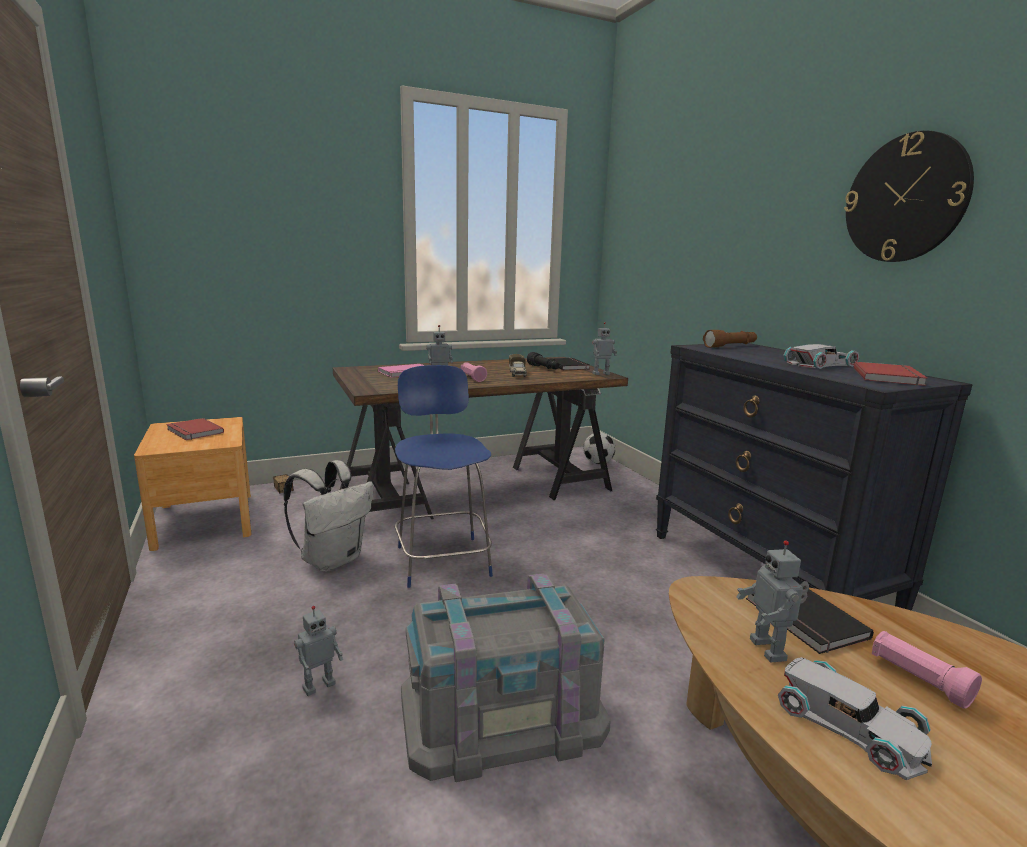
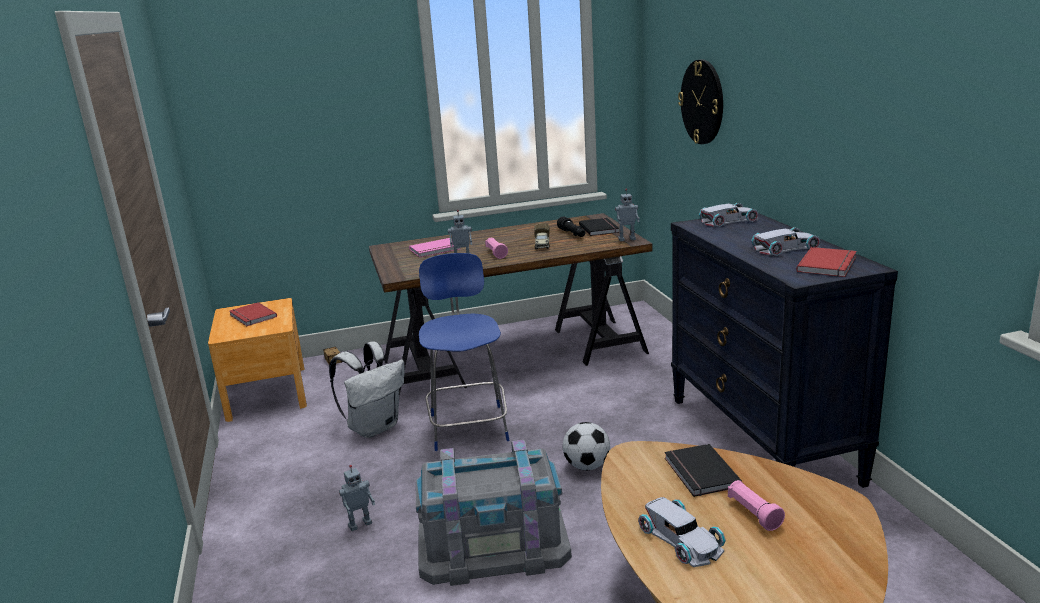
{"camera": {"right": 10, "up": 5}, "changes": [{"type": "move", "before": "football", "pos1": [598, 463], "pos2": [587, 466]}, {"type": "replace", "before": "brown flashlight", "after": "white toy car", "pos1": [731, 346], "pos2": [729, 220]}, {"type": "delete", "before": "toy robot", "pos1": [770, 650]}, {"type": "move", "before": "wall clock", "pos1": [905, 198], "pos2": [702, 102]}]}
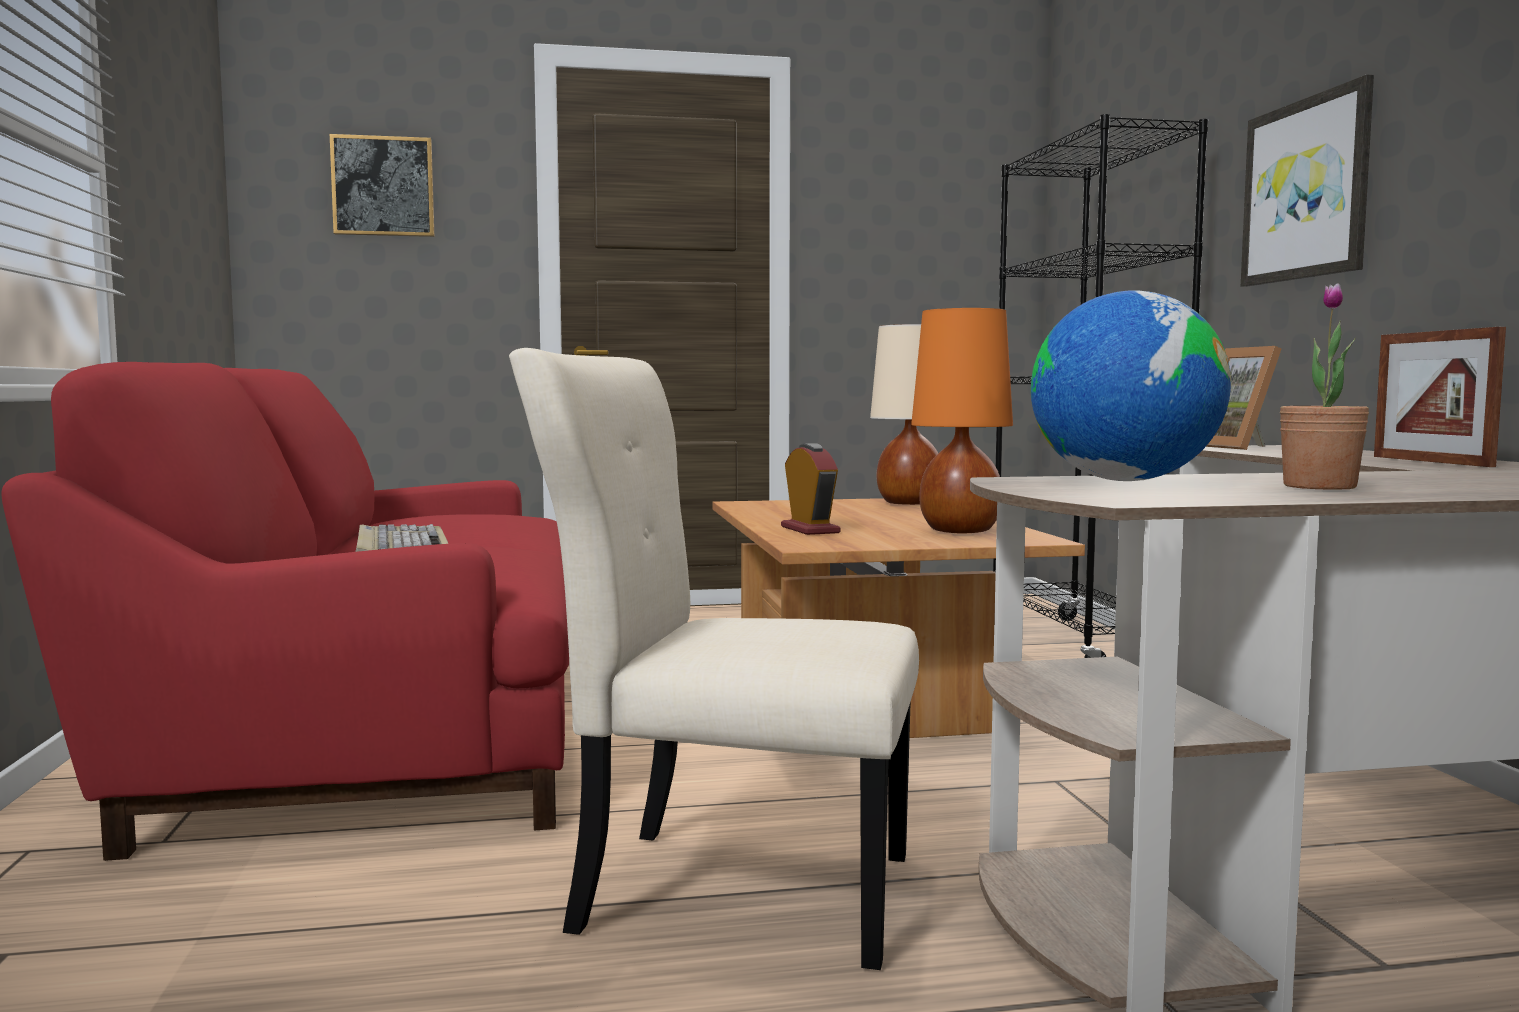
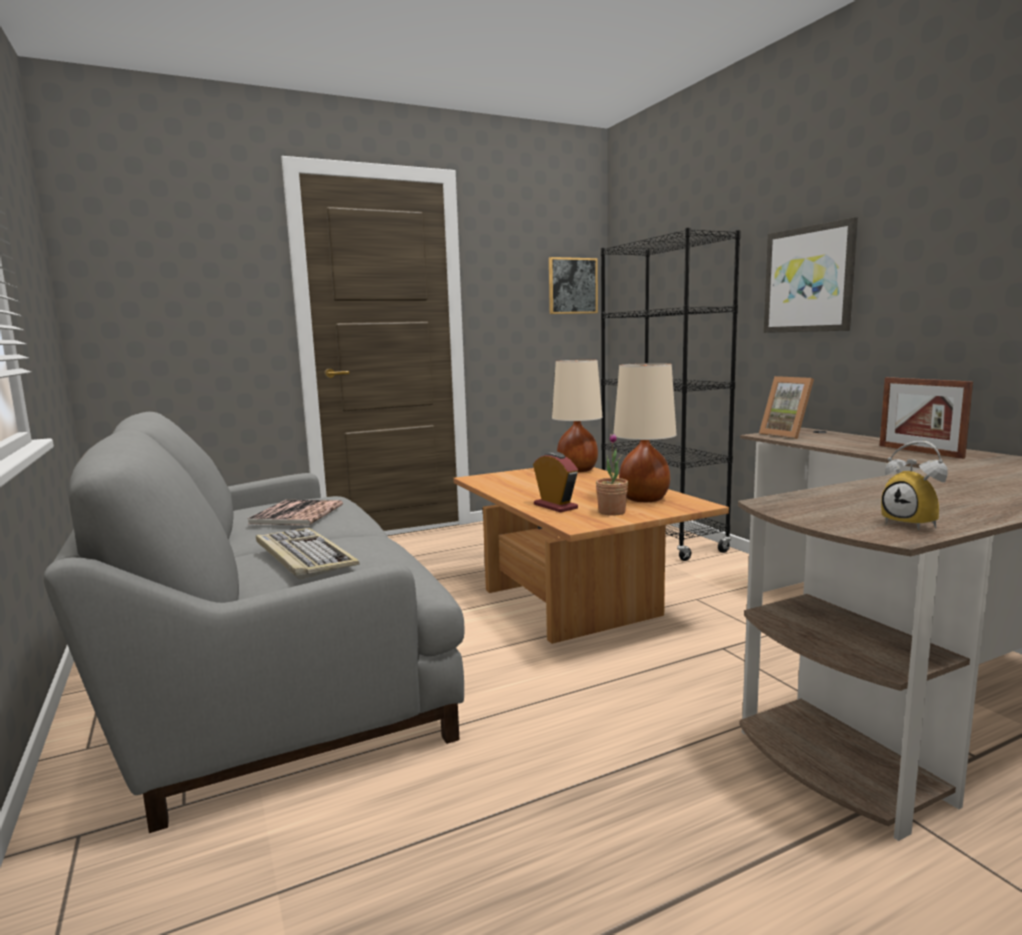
{"camera": {"right": -15, "up": 5}, "changes": [{"type": "recolor", "before": "red sofa", "after": "grey sofa", "pos1": [381, 724], "pos2": [272, 665]}, {"type": "move", "before": "picture", "pos1": [383, 186], "pos2": [572, 286]}, {"type": "delete", "before": "beige chair", "pos1": [731, 890]}, {"type": "recolor", "before": "orange table lamp", "after": "beige table lamp", "pos1": [960, 531], "pos2": [644, 499]}, {"type": "delete", "before": "globe", "pos1": [1124, 480]}, {"type": "move", "before": "potted plant", "pos1": [1319, 487], "pos2": [611, 512]}, {"type": "insert", "after": "book", "pos2": [297, 514]}, {"type": "insert", "after": "alarm clock", "pos2": [915, 524]}]}
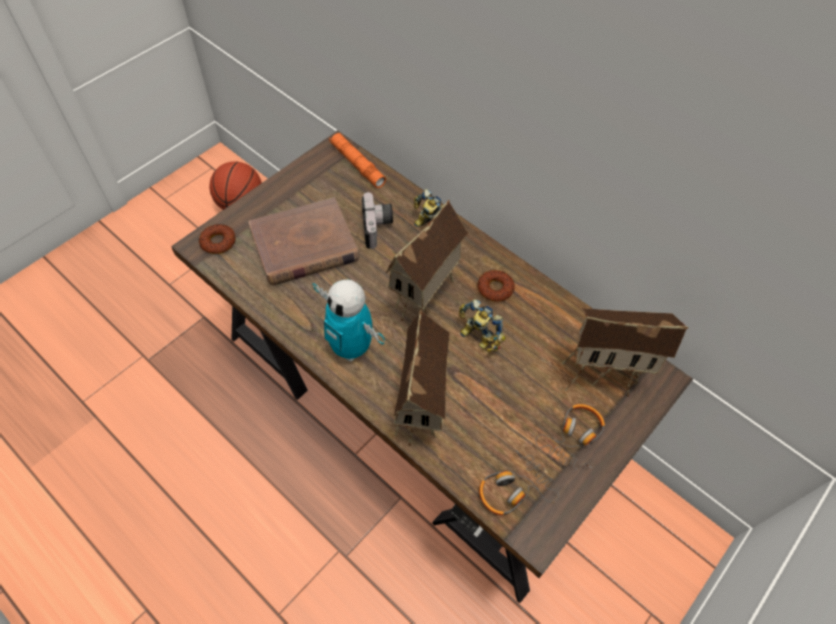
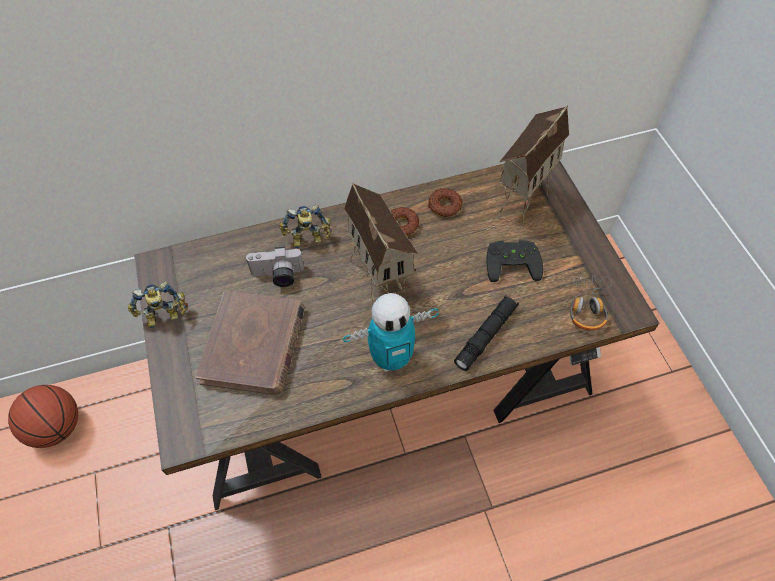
{"camera": {"right": -55, "up": 0}, "changes": [{"type": "move", "before": "donut", "pos1": [218, 242], "pos2": [445, 206]}, {"type": "delete", "before": "orange flashlight", "pos1": [357, 164]}, {"type": "rotate", "before": "photo camera", "pos1": [378, 227], "pos2": [277, 276], "turn": 150}, {"type": "replace", "before": "toy house", "after": "black flashlight", "pos1": [420, 412], "pos2": [486, 336]}, {"type": "move", "before": "toy robot", "pos1": [476, 338], "pos2": [164, 318]}, {"type": "delete", "before": "headphones", "pos1": [573, 438]}, {"type": "insert", "after": "black game controller", "pos2": [512, 261]}]}
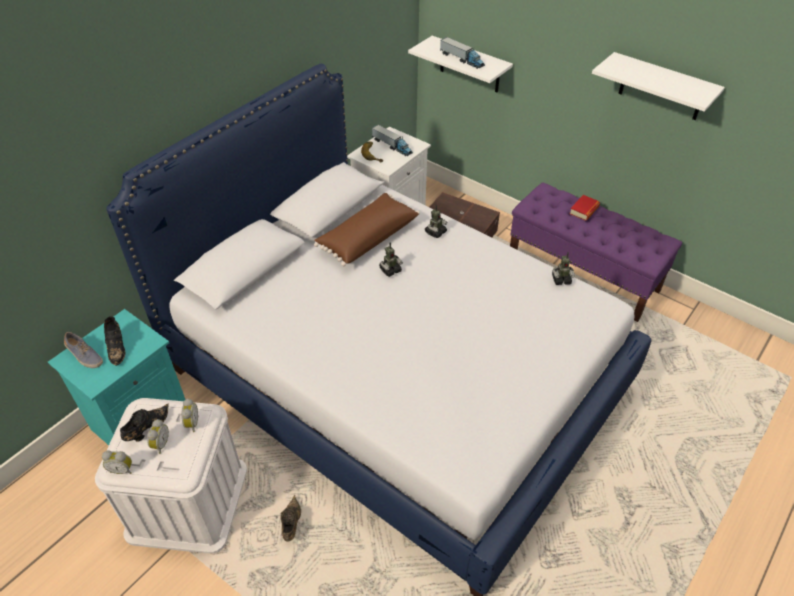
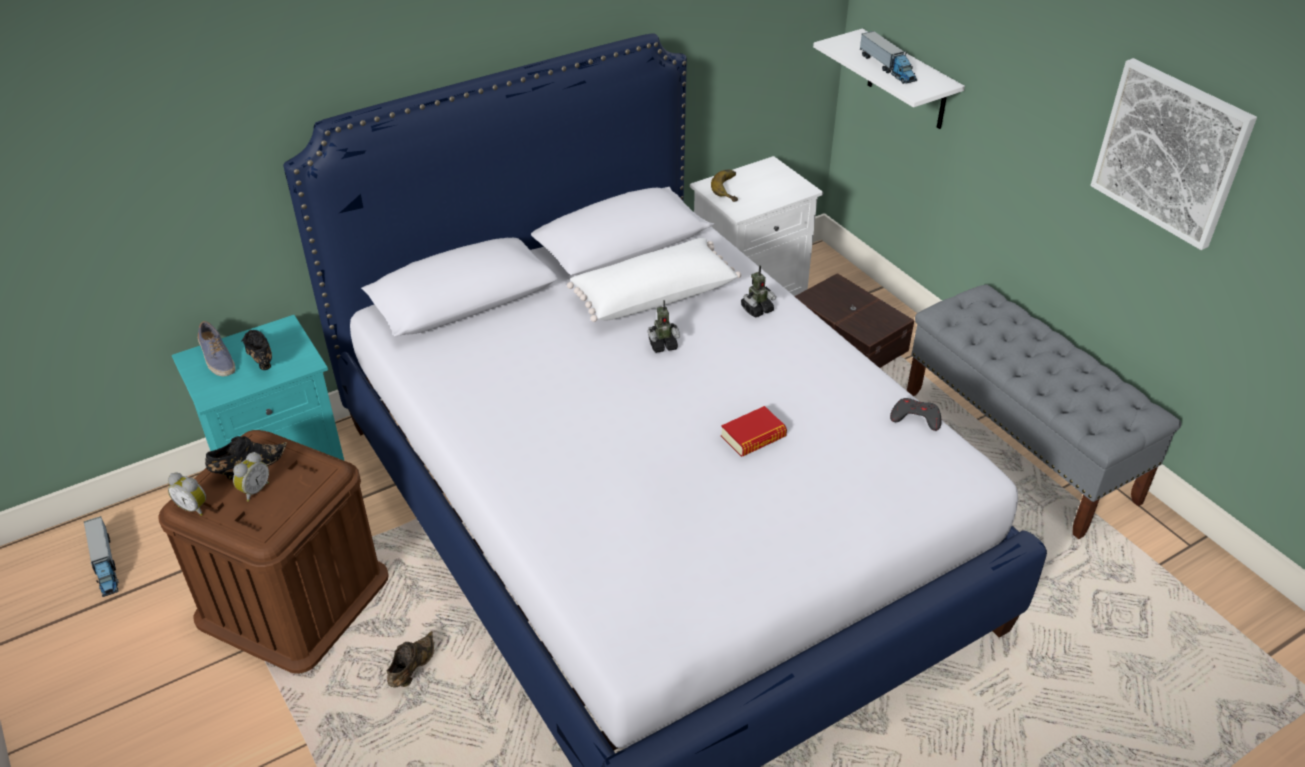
{"camera": {"right": 20, "up": -5}, "changes": [{"type": "recolor", "before": "white storage box", "after": "brown storage box", "pos1": [188, 501], "pos2": [293, 597]}, {"type": "rotate", "before": "black shoe", "pos1": [117, 347], "pos2": [261, 359], "turn": 150}, {"type": "delete", "before": "alarm clock", "pos1": [191, 423]}, {"type": "recolor", "before": "brown pillow", "after": "white pillow", "pos1": [367, 237], "pos2": [653, 295]}, {"type": "move", "before": "toy truck", "pos1": [392, 146], "pos2": [105, 564]}, {"type": "recolor", "before": "purple bench", "after": "grey bench", "pos1": [582, 274], "pos2": [1019, 447]}, {"type": "replace", "before": "toy robot", "after": "grey game controller", "pos1": [561, 279], "pos2": [915, 417]}, {"type": "move", "before": "book", "pos1": [584, 210], "pos2": [753, 437]}, {"type": "replace", "before": "white shelf", "after": "picture", "pos1": [661, 87], "pos2": [1170, 152]}]}
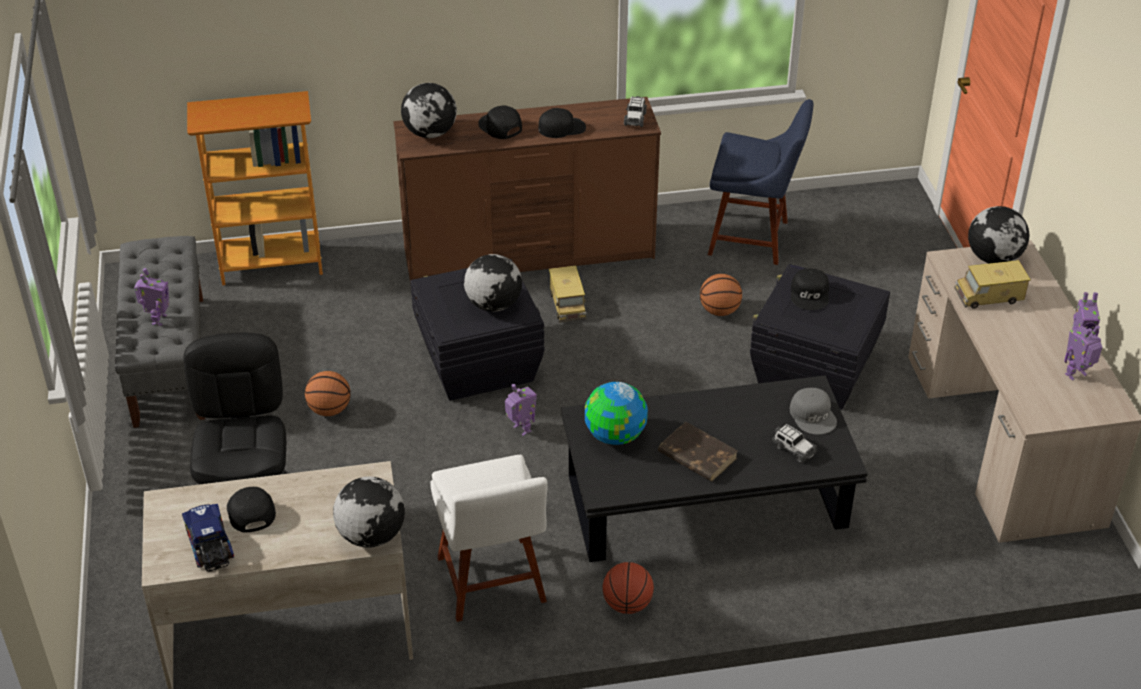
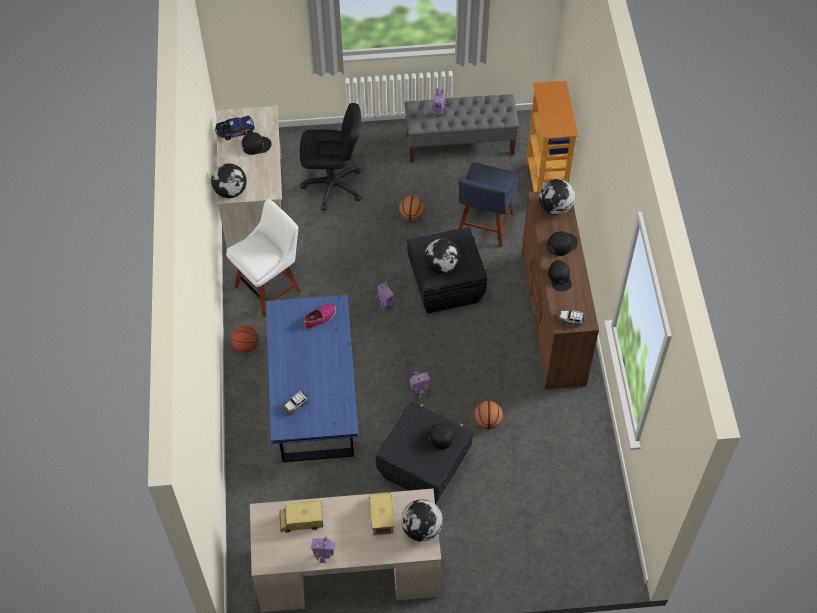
{"camera": {"right": 95, "up": 15}, "changes": [{"type": "rotate", "before": "white chair", "pos1": [492, 584], "pos2": [270, 287], "turn": 150}, {"type": "move", "before": "toy truck", "pos1": [567, 304], "pos2": [301, 521]}, {"type": "recolor", "before": "black coffee table", "after": "blue coffee table", "pos1": [707, 503], "pos2": [314, 392]}, {"type": "replace", "before": "globe", "after": "shoe", "pos1": [615, 436], "pos2": [319, 318]}, {"type": "delete", "before": "brown book", "pos1": [697, 455]}, {"type": "move", "before": "blue chair", "pos1": [753, 238], "pos2": [484, 227]}, {"type": "delete", "before": "grey cap", "pos1": [813, 415]}, {"type": "move", "before": "toy robot", "pos1": [1076, 375], "pos2": [419, 392]}]}
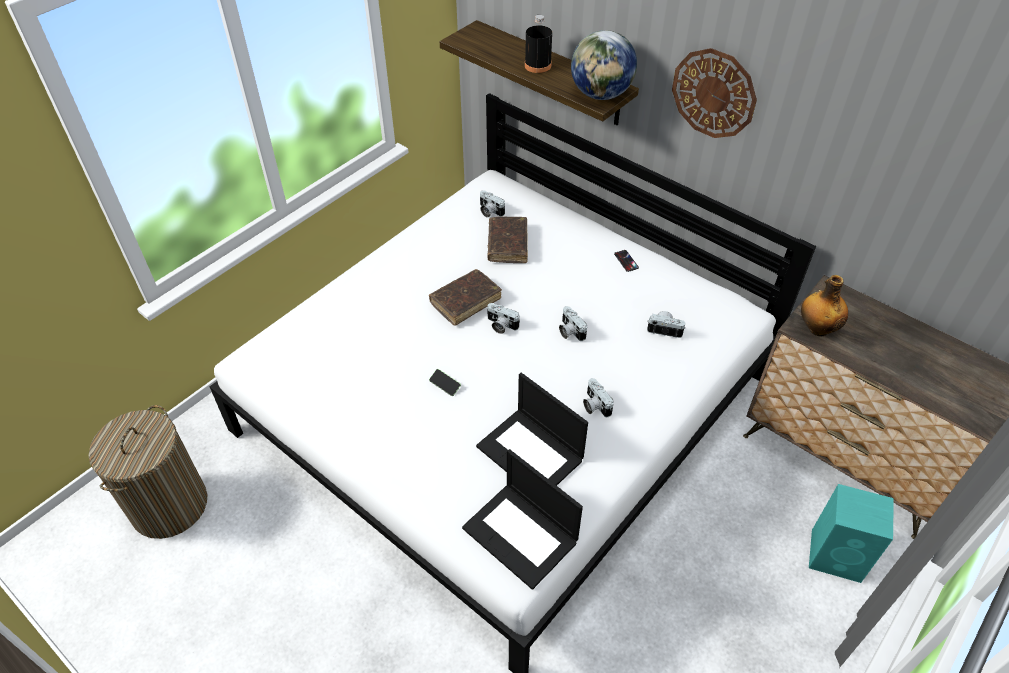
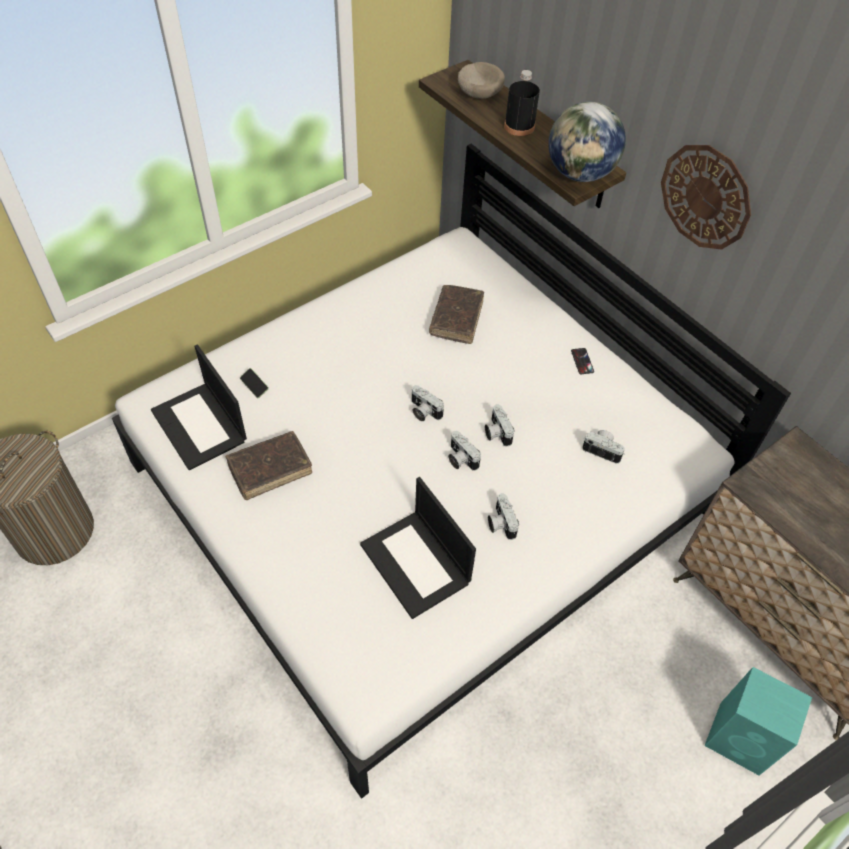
{"camera": {"right": 10, "up": 5}, "changes": [{"type": "move", "before": "brown book", "pos1": [465, 301], "pos2": [270, 469]}, {"type": "move", "before": "phone", "pos1": [445, 385], "pos2": [254, 386]}, {"type": "move", "before": "laptop", "pos1": [521, 535], "pos2": [200, 426]}, {"type": "move", "before": "photo camera", "pos1": [489, 211], "pos2": [460, 459]}, {"type": "delete", "before": "bottle", "pos1": [817, 328]}, {"type": "insert", "after": "beige bowl", "pos2": [479, 93]}]}
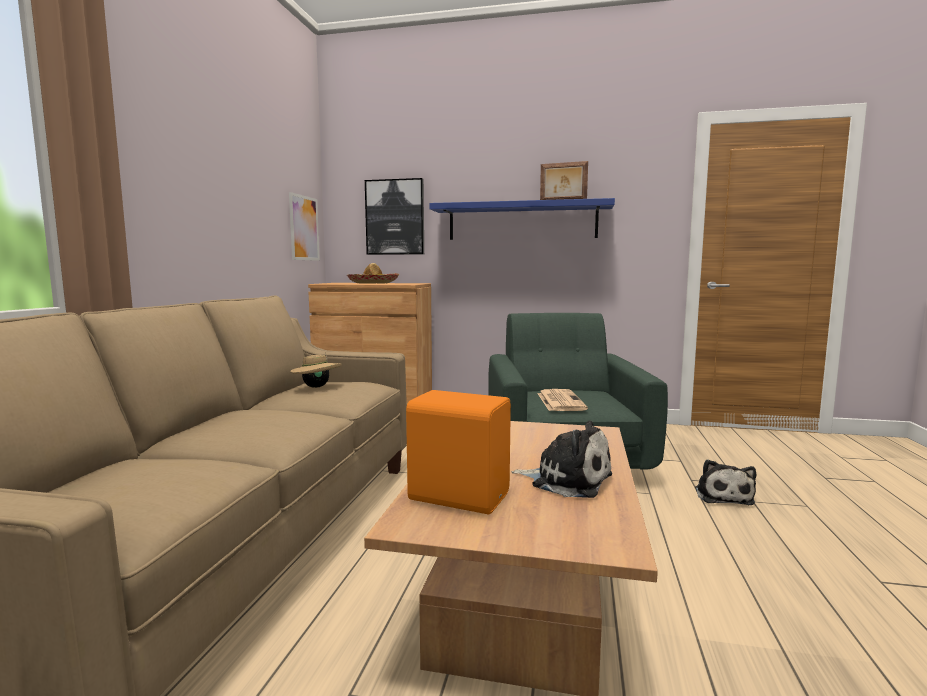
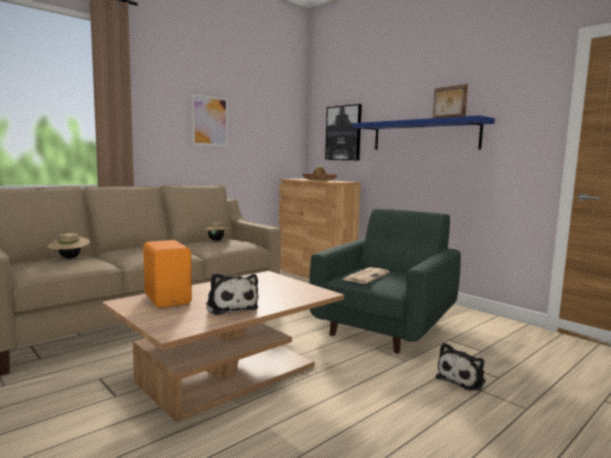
{"camera": {"right": 35, "up": 0}, "changes": [{"type": "move", "before": "picture", "pos1": [304, 228], "pos2": [209, 121]}, {"type": "insert", "after": "beige hat", "pos2": [69, 258]}]}
